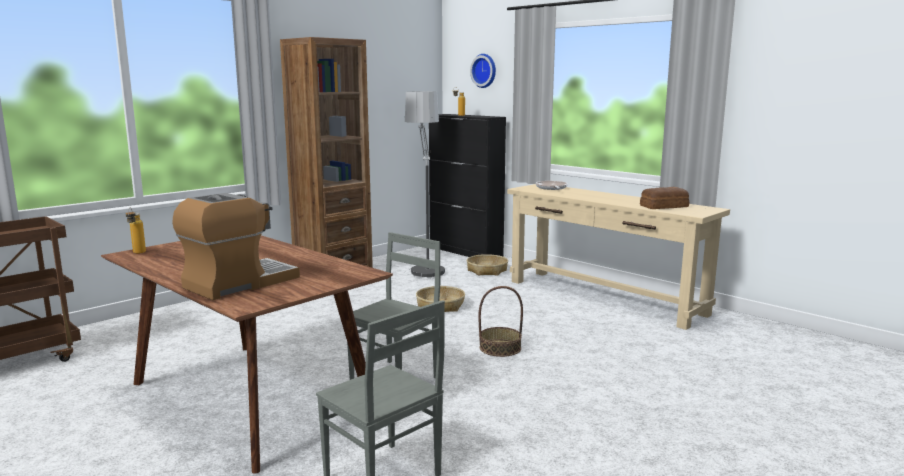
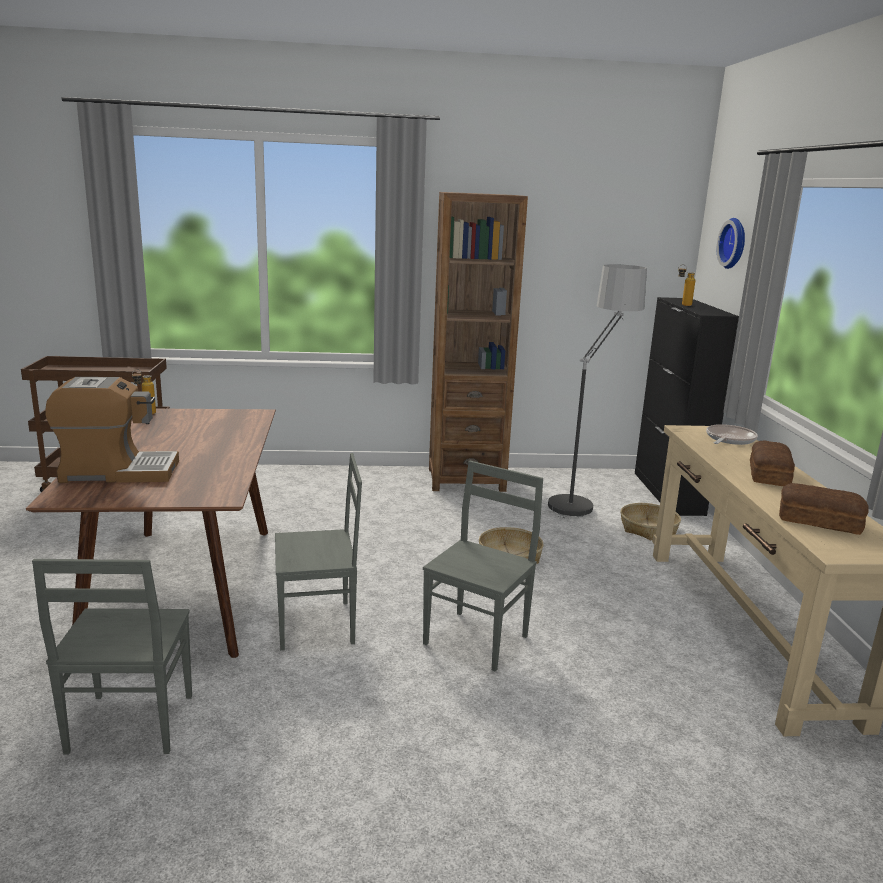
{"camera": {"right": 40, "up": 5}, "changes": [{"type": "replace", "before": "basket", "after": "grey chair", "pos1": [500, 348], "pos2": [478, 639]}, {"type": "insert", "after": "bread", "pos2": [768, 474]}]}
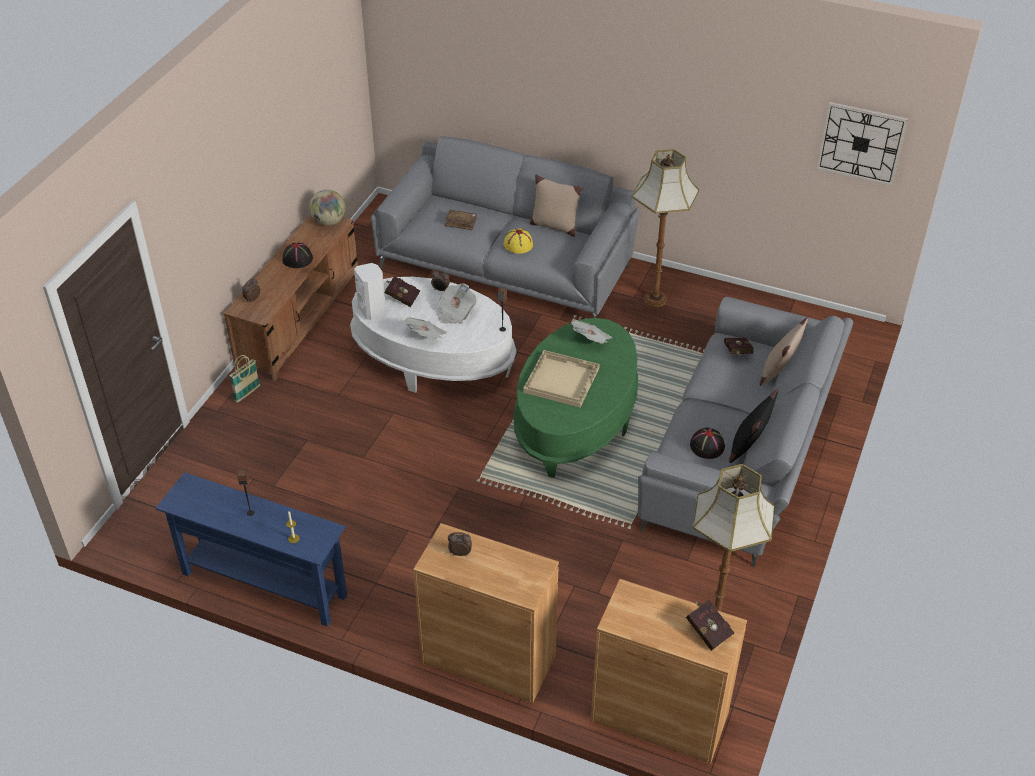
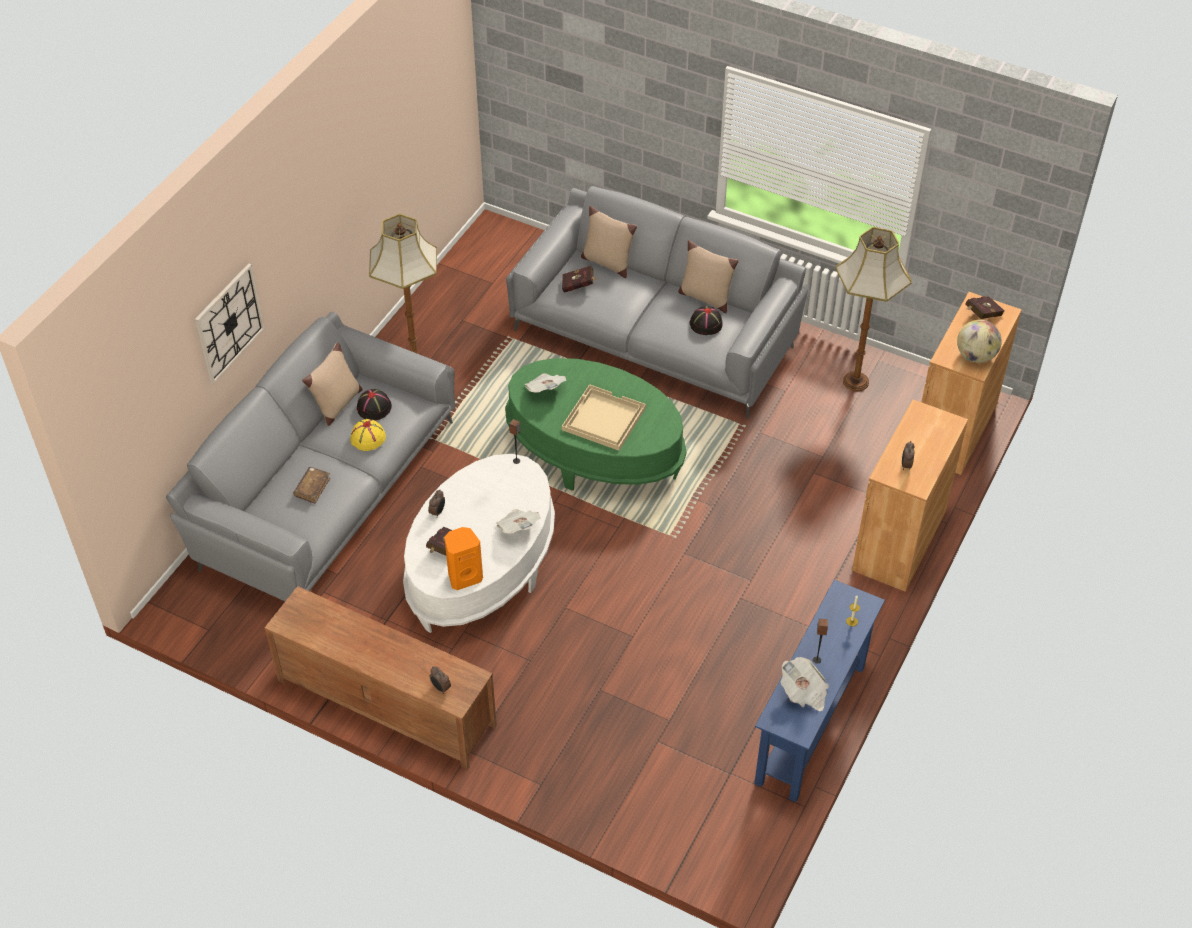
{"camera": {"right": -85, "up": 5}, "changes": [{"type": "delete", "before": "basket", "pos1": [247, 393]}, {"type": "move", "before": "black hat", "pos1": [298, 259], "pos2": [374, 407]}, {"type": "move", "before": "globe", "pos1": [329, 222], "pos2": [975, 356]}, {"type": "recolor", "before": "white speaker", "after": "orange speaker", "pos1": [373, 310], "pos2": [464, 577]}, {"type": "move", "before": "newspaper", "pos1": [455, 313], "pos2": [804, 692]}, {"type": "recolor", "before": "black pillow", "after": "beige pillow", "pos1": [749, 446], "pos2": [705, 297]}, {"type": "move", "before": "wall clock", "pos1": [861, 143], "pos2": [229, 323]}]}
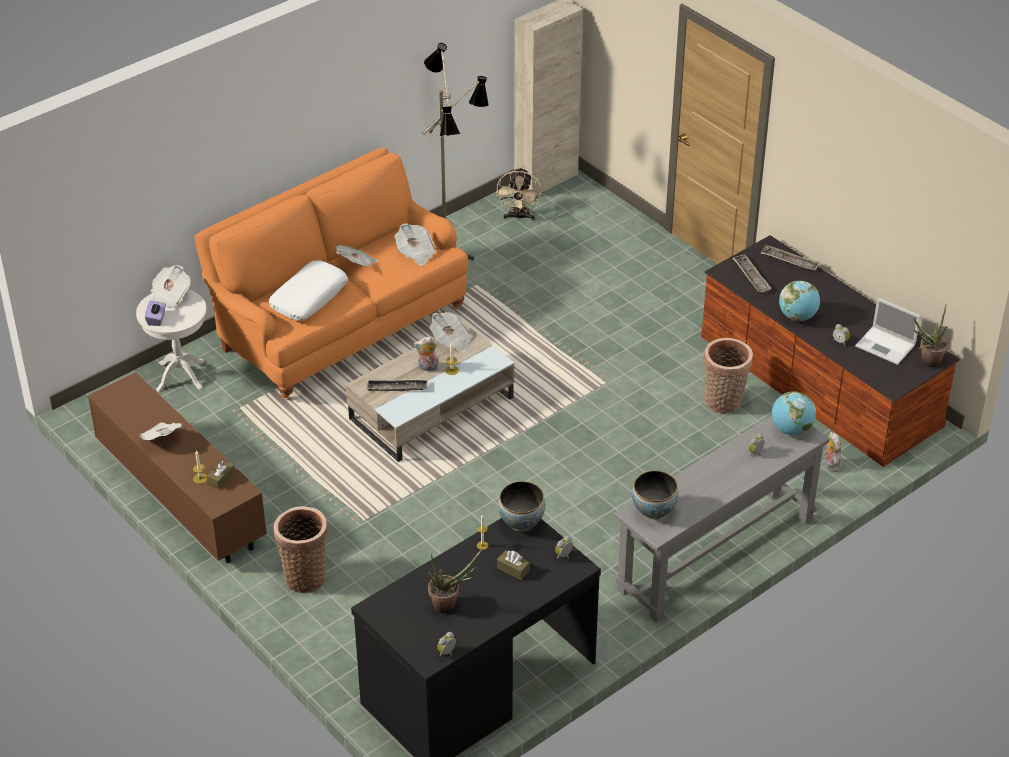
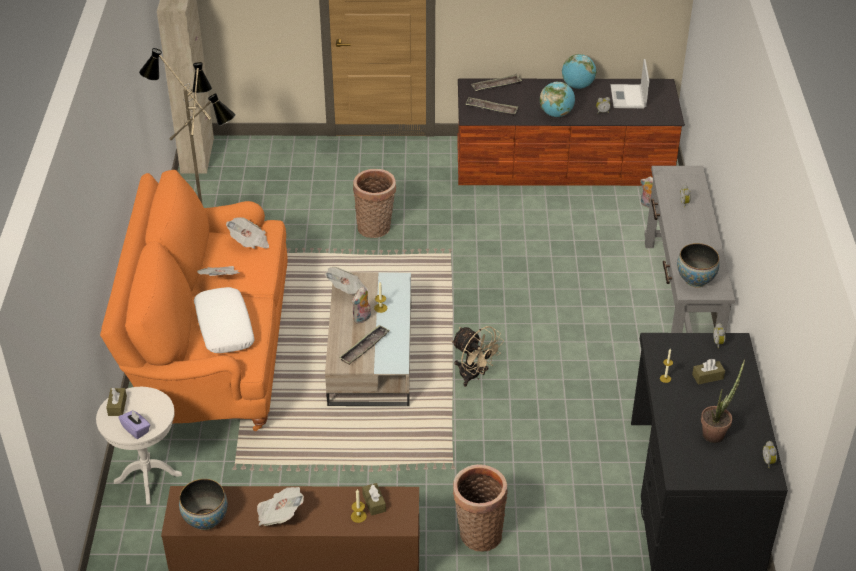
{"camera": {"right": -50, "up": 0}, "changes": [{"type": "replace", "before": "newspaper", "after": "brown tissue box", "pos1": [169, 297], "pos2": [117, 406]}, {"type": "move", "before": "beige fan", "pos1": [519, 217], "pos2": [474, 376]}, {"type": "move", "before": "bowl", "pos1": [521, 522], "pos2": [206, 520]}, {"type": "move", "before": "basket", "pos1": [723, 403], "pos2": [376, 228]}, {"type": "move", "before": "globe", "pos1": [791, 430], "pos2": [577, 86]}, {"type": "rotate", "before": "laptop", "pos1": [886, 346], "pos2": [628, 97], "turn": 105}, {"type": "delete", "before": "potted plant", "pos1": [927, 362]}]}
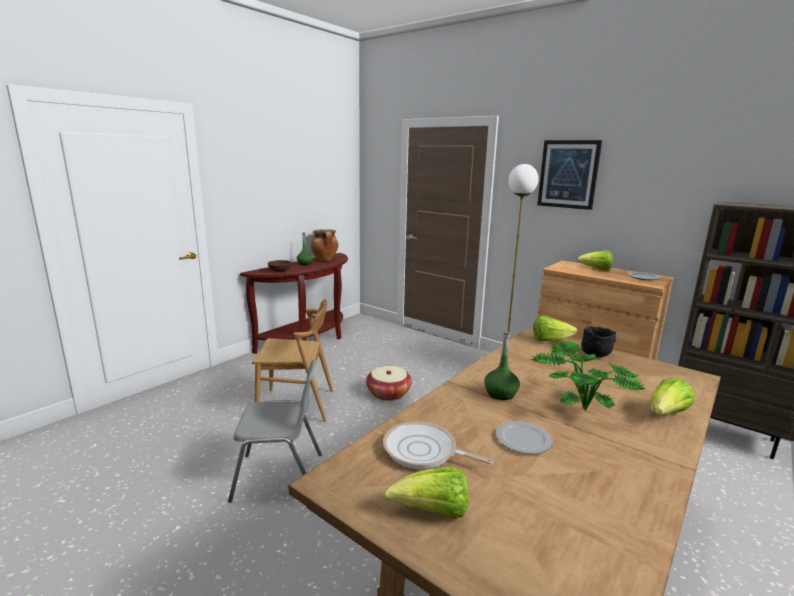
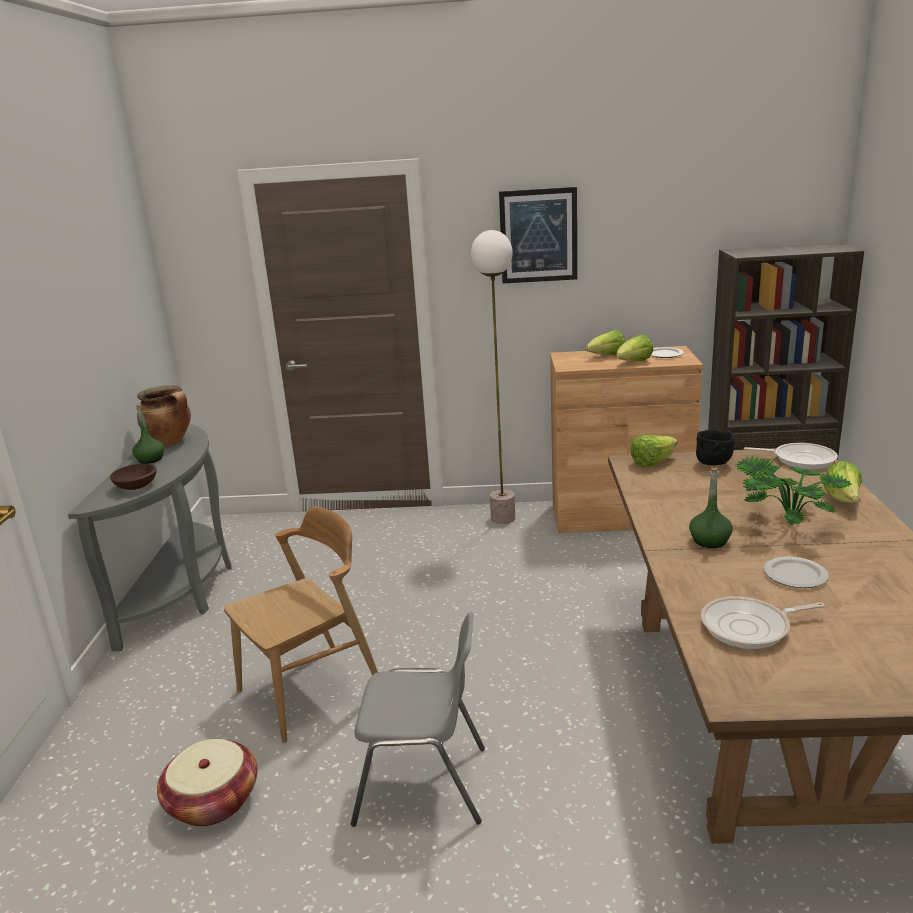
{"camera": {"right": -35, "up": 5}, "changes": [{"type": "rotate", "before": "grey chair", "pos1": [280, 476], "pos2": [424, 785], "turn": 45}, {"type": "recolor", "before": "brown console table", "after": "grey console table", "pos1": [309, 340], "pos2": [183, 590]}, {"type": "move", "before": "basket", "pos1": [388, 393], "pos2": [213, 801]}, {"type": "move", "before": "lettuce", "pos1": [432, 512], "pos2": [634, 362]}, {"type": "insert", "after": "frying pan", "pos2": [800, 459]}]}
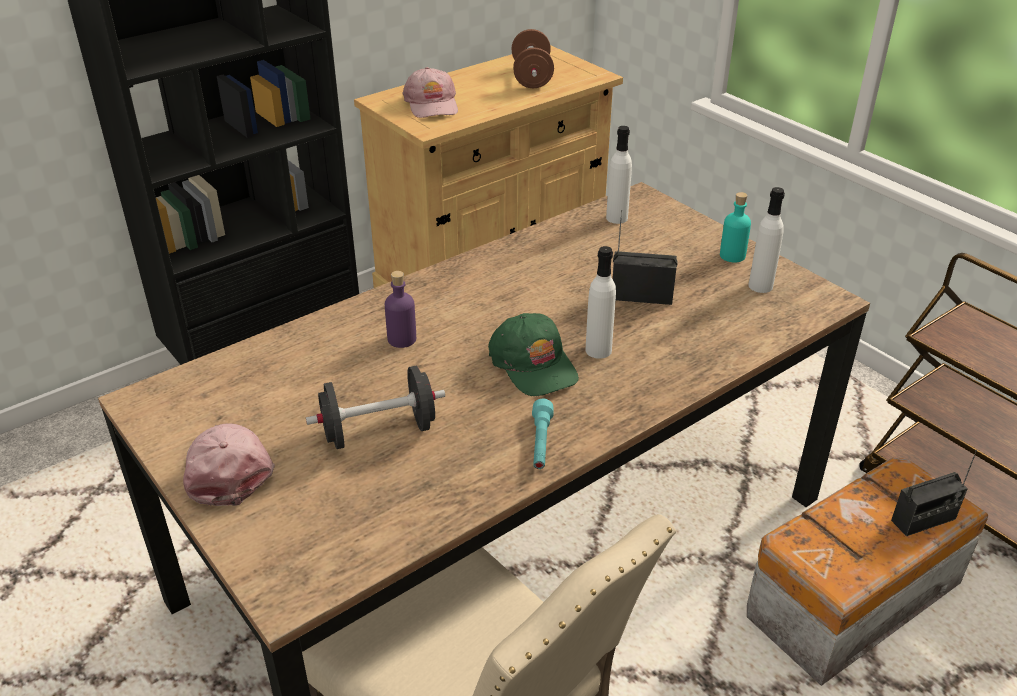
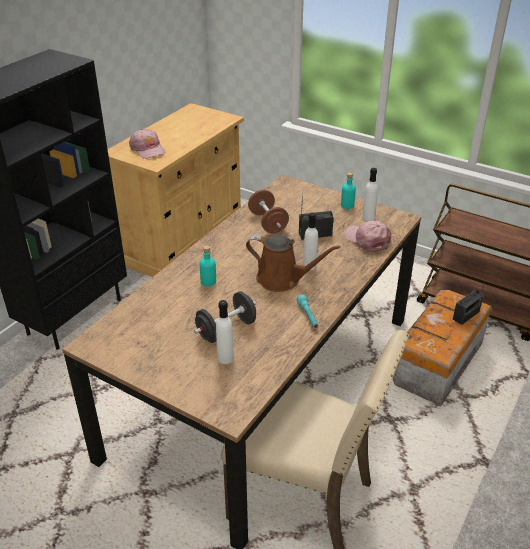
{"camera": {"right": -20, "up": 0}, "changes": [{"type": "move", "before": "pink cap", "pos1": [227, 468], "pos2": [367, 240]}, {"type": "recolor", "before": "purple bottle", "after": "turquoise bottle", "pos1": [402, 339], "pos2": [208, 281]}, {"type": "replace", "before": "green cap", "after": "brown watering can", "pos1": [533, 364], "pos2": [282, 279]}, {"type": "move", "before": "brown dumbbell", "pos1": [532, 77], "pos2": [268, 223]}, {"type": "move", "before": "white bottle", "pos1": [616, 218], "pos2": [225, 358]}]}
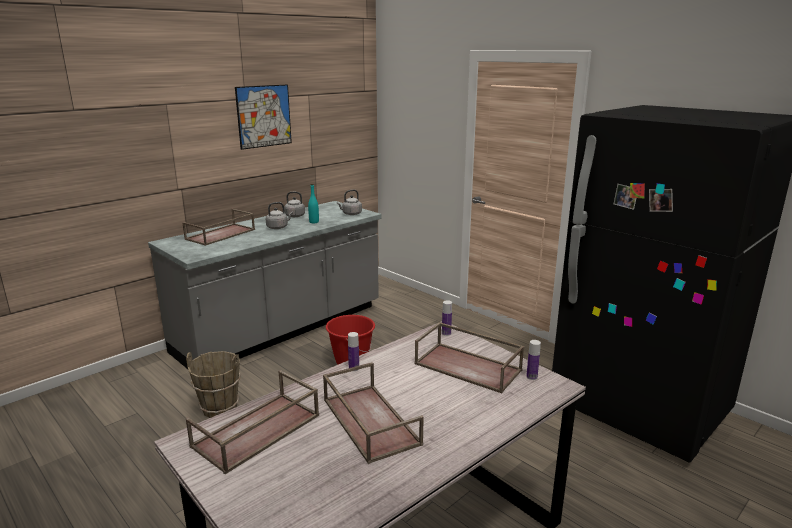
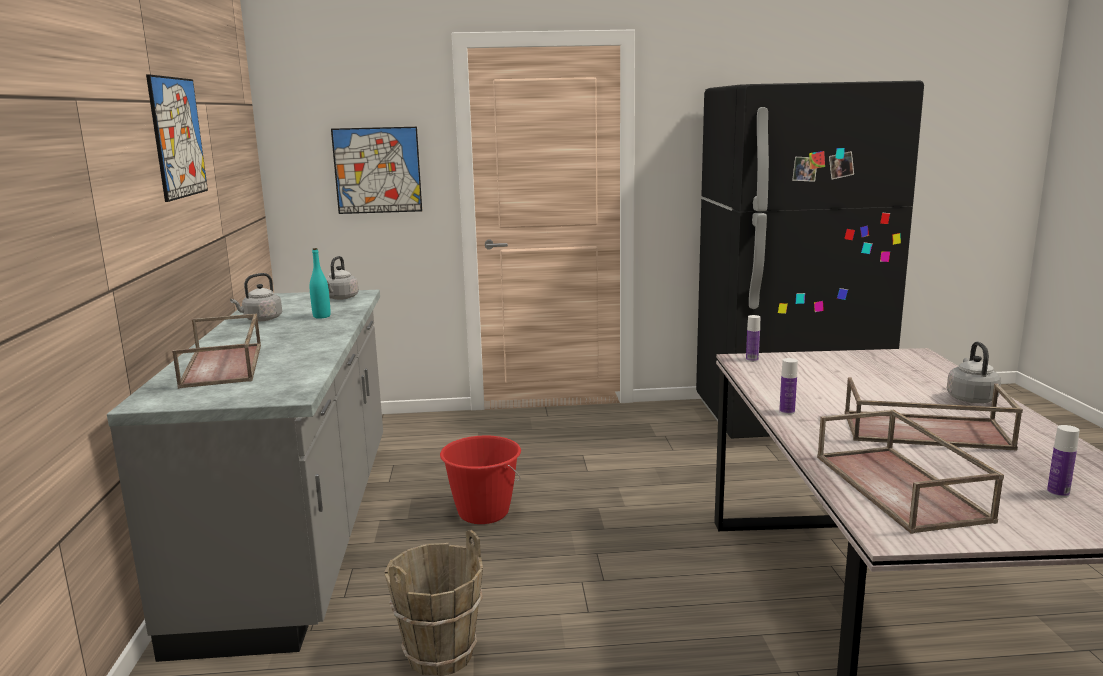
{"camera": {"right": -50, "up": -5}, "changes": [{"type": "move", "before": "grey kettle", "pos1": [278, 227], "pos2": [970, 398]}, {"type": "delete", "before": "brown tray", "pos1": [469, 367]}, {"type": "move", "before": "bottle", "pos1": [531, 377], "pos2": [1058, 493]}, {"type": "insert", "after": "picture", "pos2": [377, 170]}]}
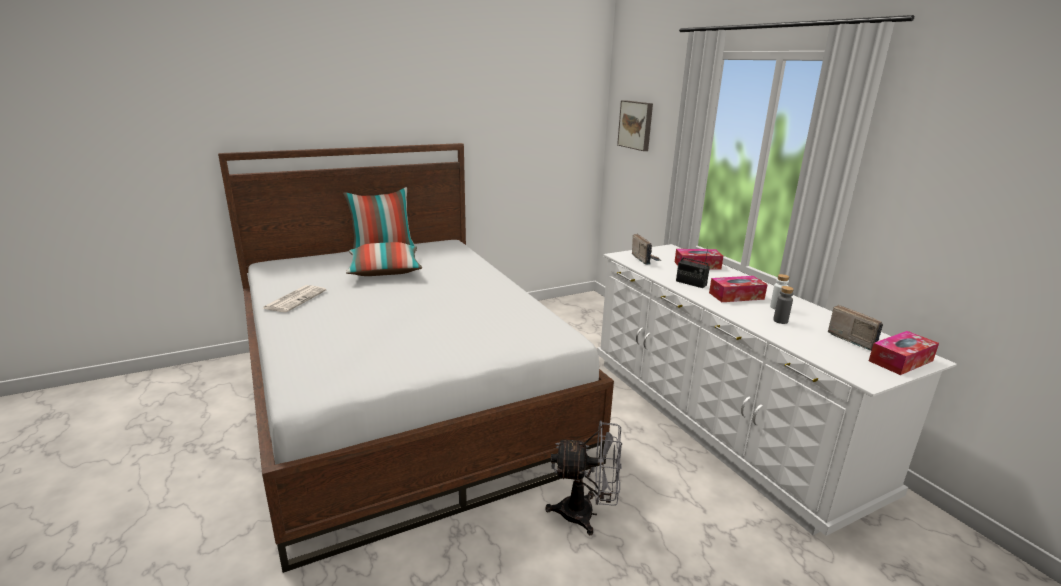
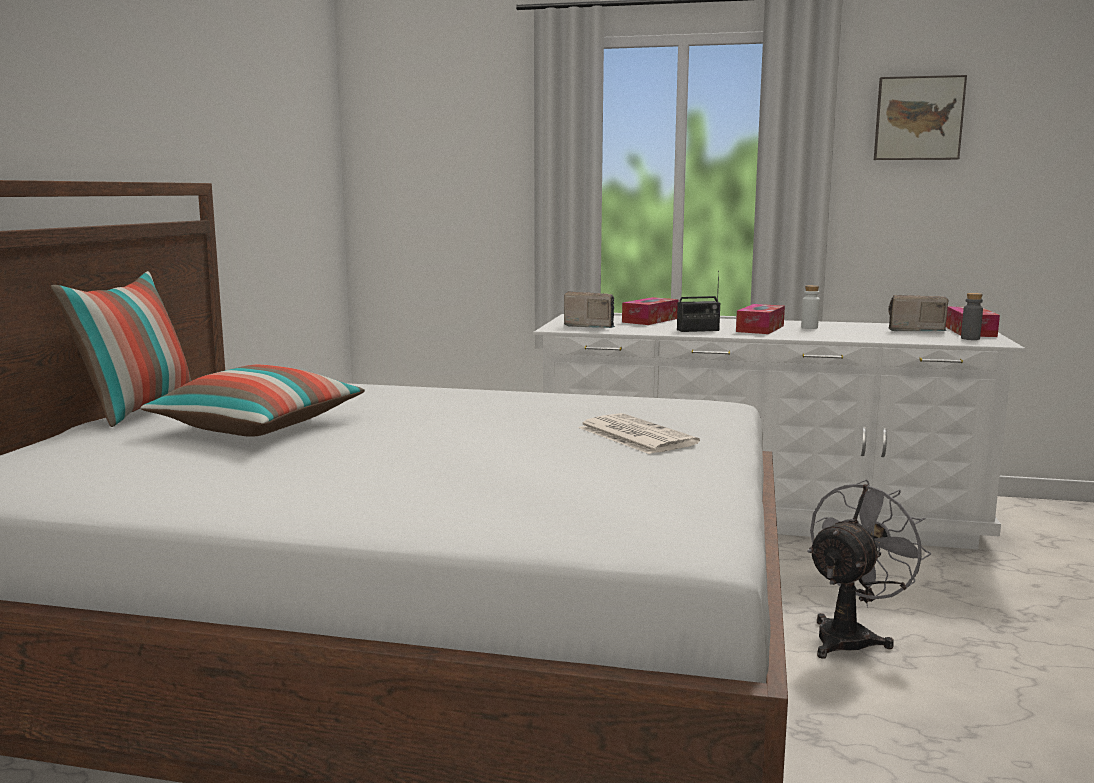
{"camera": {"right": -50, "up": -10}, "changes": [{"type": "move", "before": "newspaper", "pos1": [295, 299], "pos2": [634, 435]}, {"type": "move", "before": "picture", "pos1": [636, 125], "pos2": [918, 118]}, {"type": "move", "before": "grey bottle", "pos1": [780, 321], "pos2": [970, 338]}]}
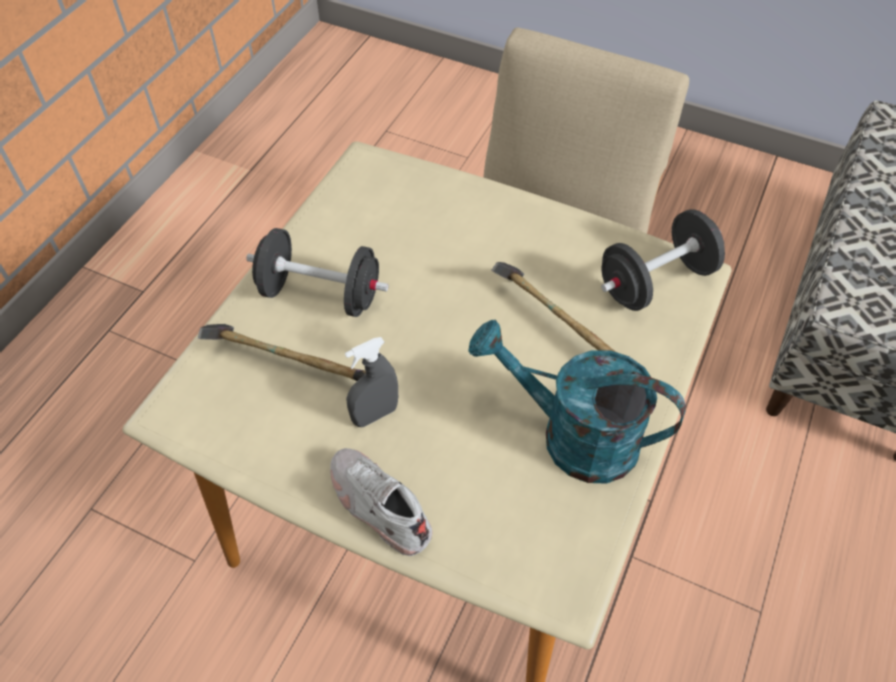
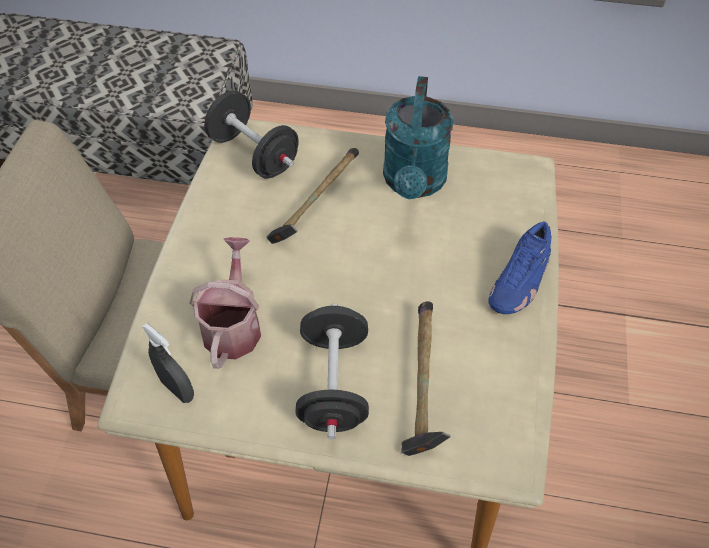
{"camera": {"right": -105, "up": 0}, "changes": [{"type": "recolor", "before": "white shoe", "after": "blue shoe", "pos1": [378, 506], "pos2": [520, 281]}, {"type": "move", "before": "grey spray bottle", "pos1": [375, 415], "pos2": [178, 389]}, {"type": "insert", "after": "watering can", "pos2": [233, 325]}]}
